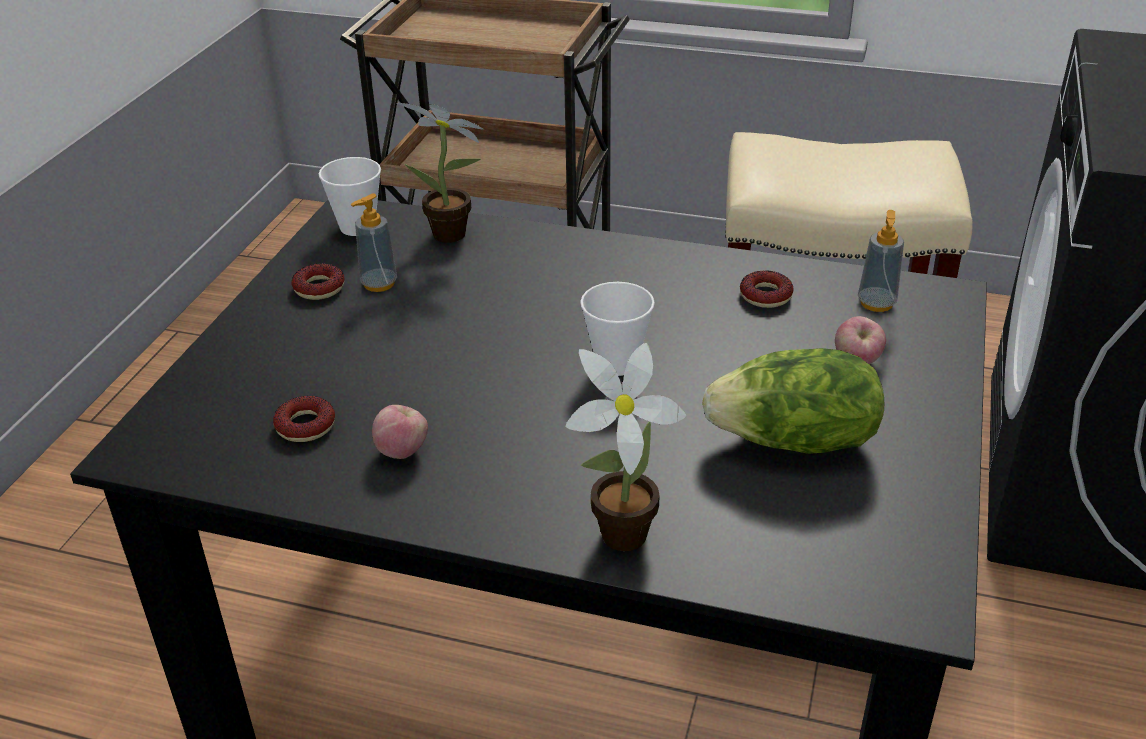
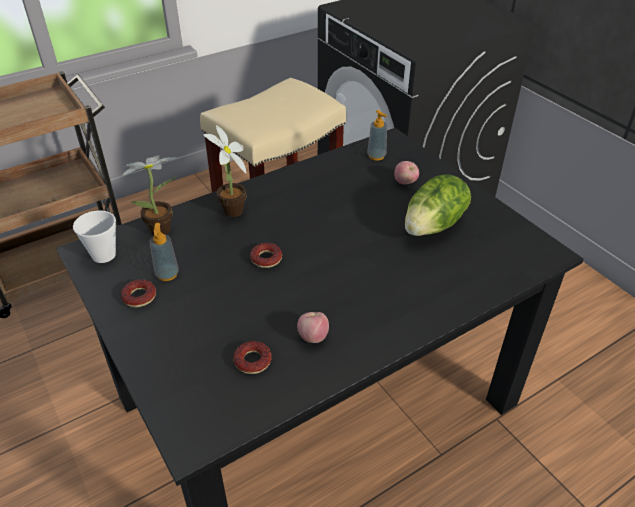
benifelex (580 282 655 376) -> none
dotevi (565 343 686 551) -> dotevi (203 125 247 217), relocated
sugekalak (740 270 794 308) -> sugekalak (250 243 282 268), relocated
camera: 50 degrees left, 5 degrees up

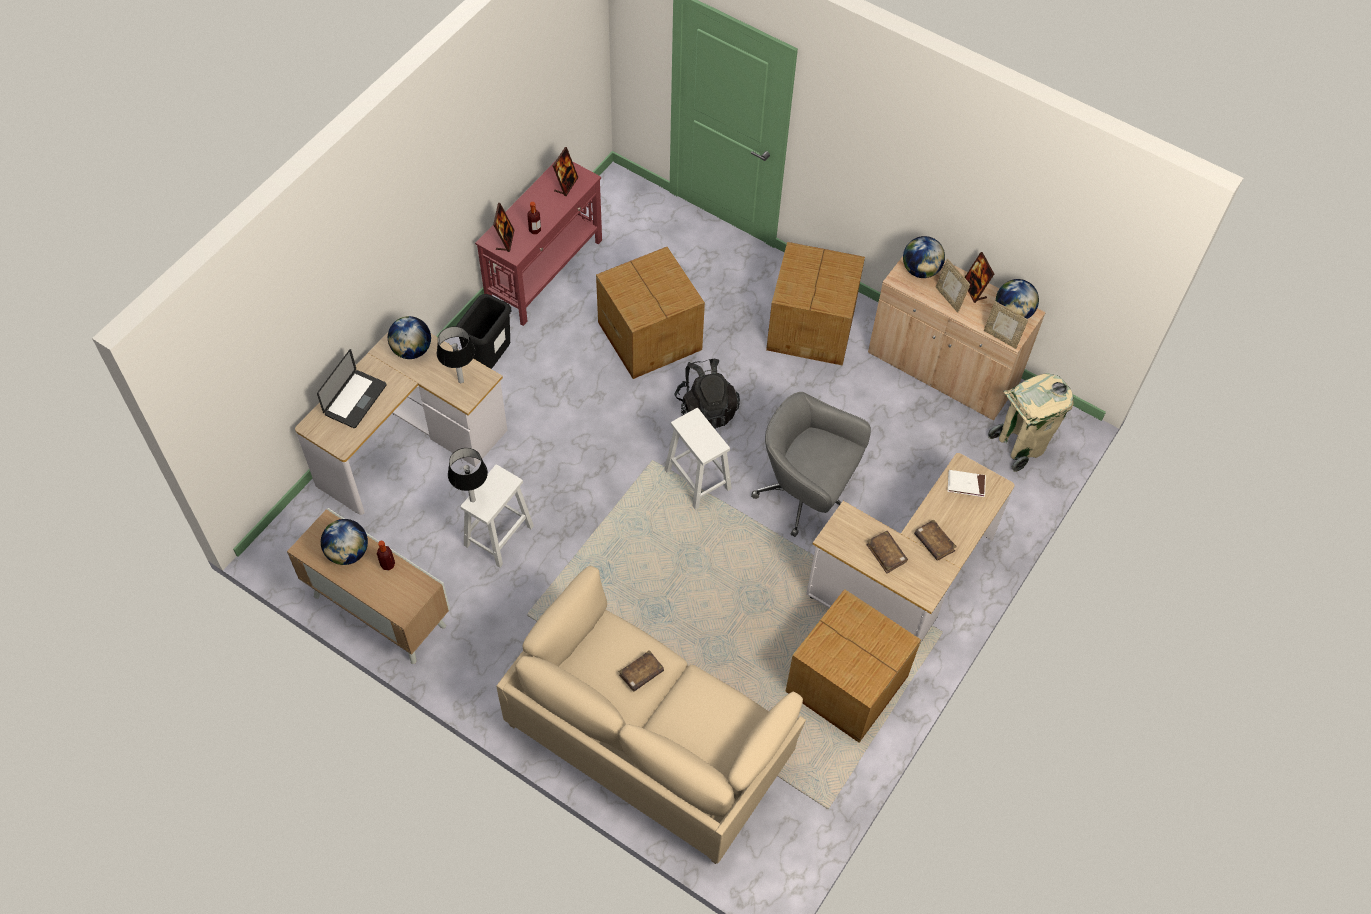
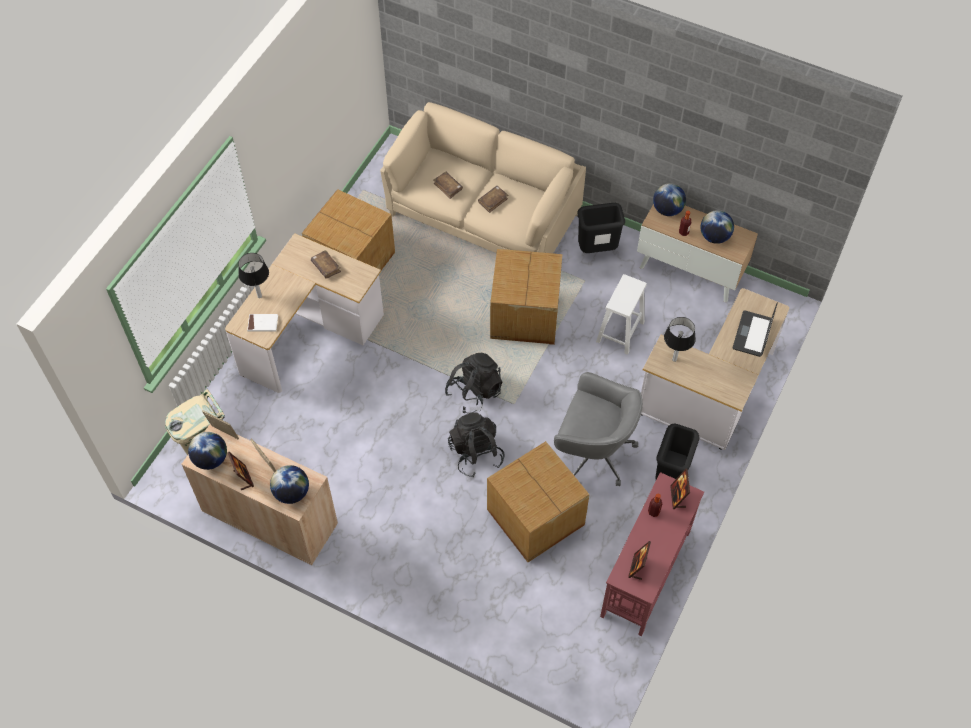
none -> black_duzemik (577 203 625 253)
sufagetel (388 316 431 359) -> sufagetel (653 183 686 216), relocated
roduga (448 448 488 502) -> roduga (238 253 269 298), relocated
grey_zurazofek (751 392 871 537) -> grey_zurazofek (554 372 643 486), relocated
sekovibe (766 242 865 366) -> sekovibe (490 249 562 345), relocated
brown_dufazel (914 520 957 561) -> brown_dufazel (434 171 463 199), relocated
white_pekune (664 408 732 510) -> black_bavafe (445 353 502 414)
camera: 175 degrees right, 0 degrees up

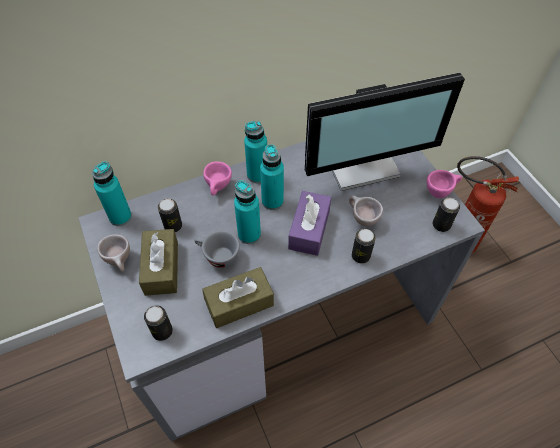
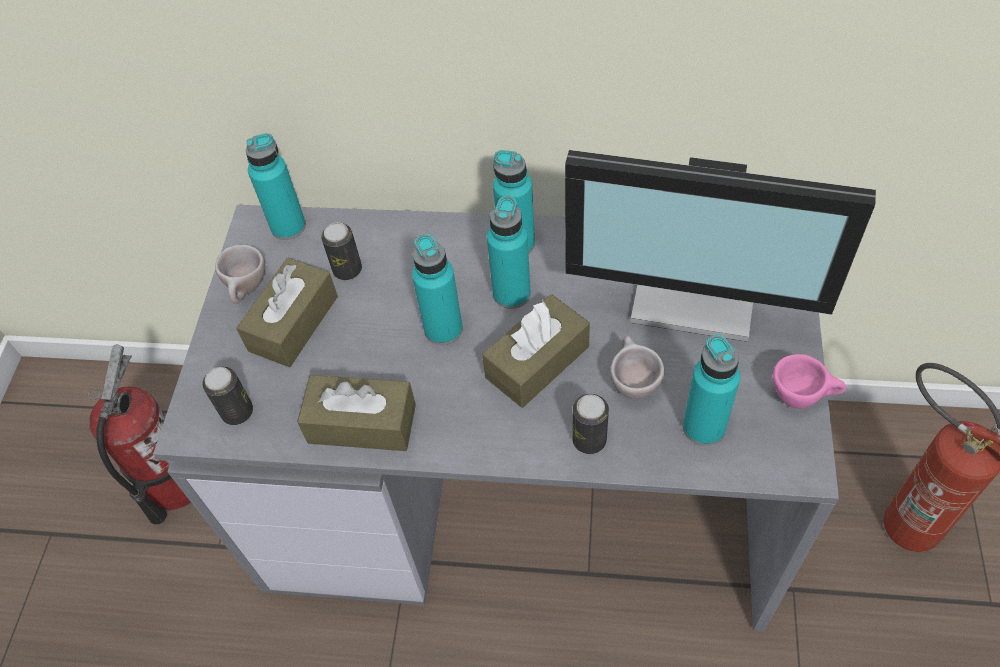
grey_benifelex (194 231 240 268) -> none
pink_benifelex (203 161 232 196) -> none
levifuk (433 198 460 232) -> none
none -> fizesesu (88 344 191 525)
none -> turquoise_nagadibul (683 335 740 446)
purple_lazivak (288 191 331 256) -> brown_lazivak (482 294 590 408)
camera: 35 degrees right, 0 degrees up

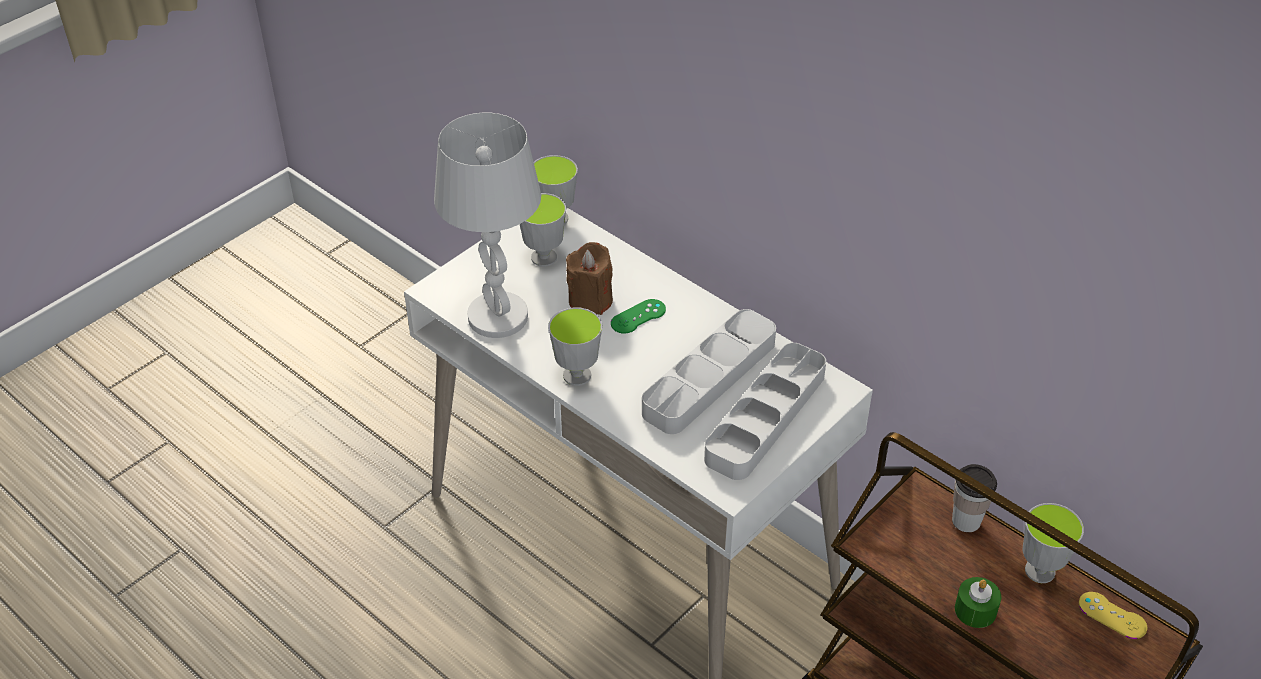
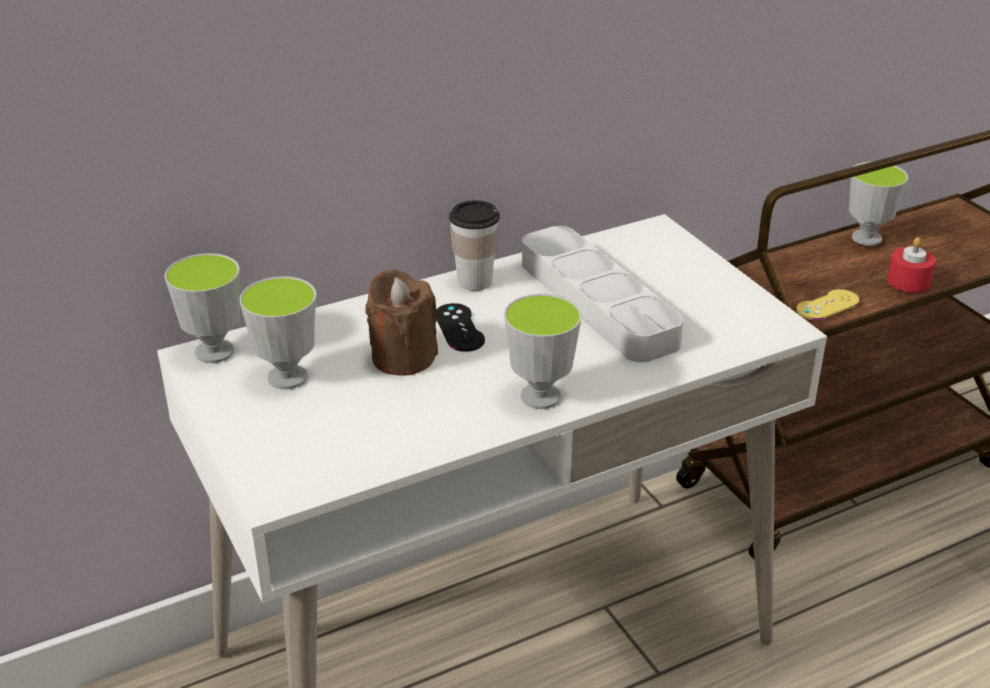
white_roduga (434 112 541 338) -> none
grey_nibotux (704 343 826 480) -> none
benifelex (952 464 997 532) -> benifelex (449 201 500 291), relocated
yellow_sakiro (1079 592 1147 639) -> yellow_sakiro (796 289 859 320), relocated
green_sakiro (611 299 666 334) -> black_sakiro (436 303 485 352)
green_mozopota (955 577 1001 628) -> red_mozopota (887 237 936 293)
camera: 70 degrees left, 10 degrees down

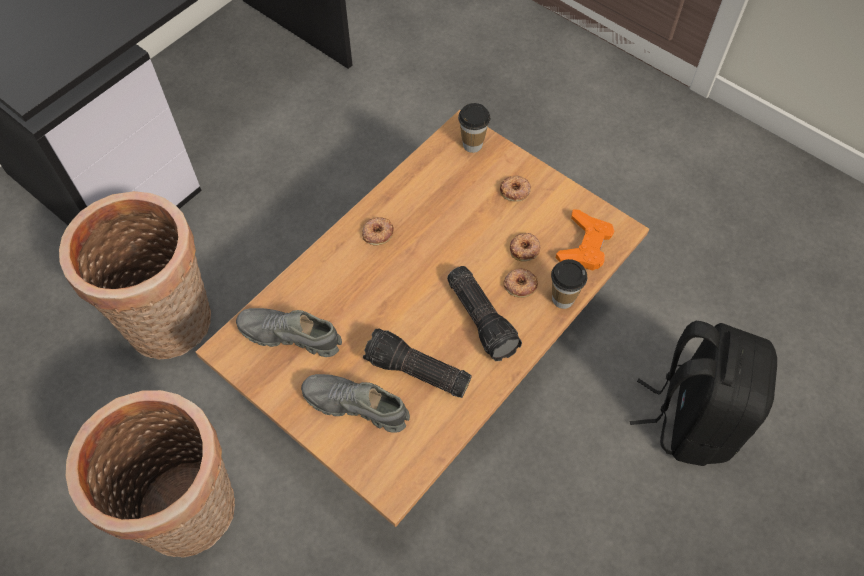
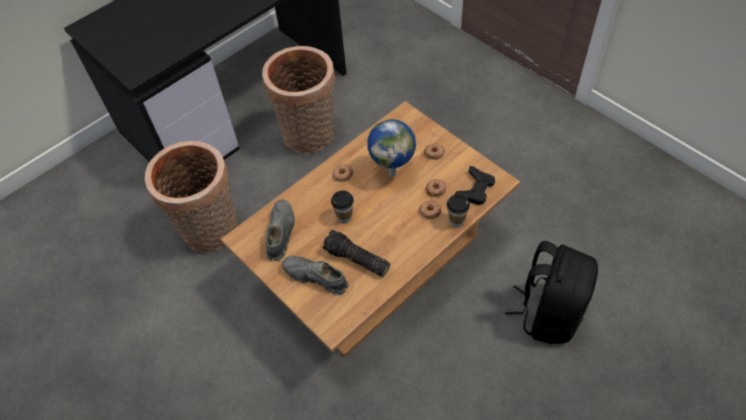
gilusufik (447 266 522 361) -> none
none -> sufagetel (367 119 416 176)
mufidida (66 390 235 558) -> mufidida (262 46 335 153), relocated
benifelex (458 103 490 153) -> benifelex (331 190 354 224), relocated
orange_sakiro (556 209 614 271) -> black_sakiro (455 166 495 205)
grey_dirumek (236 308 342 357) -> grey_dirumek (266 200 295 261), 75 degrees clockwise
camera: 10 degrees right, 5 degrees down

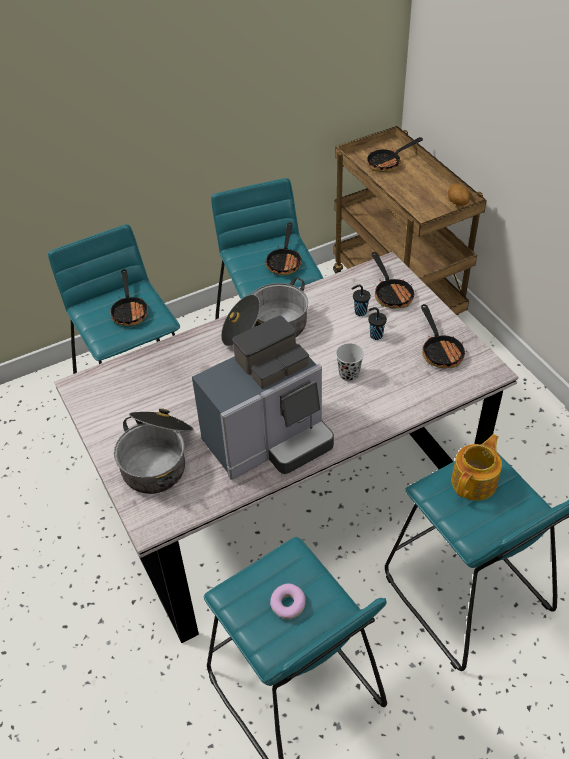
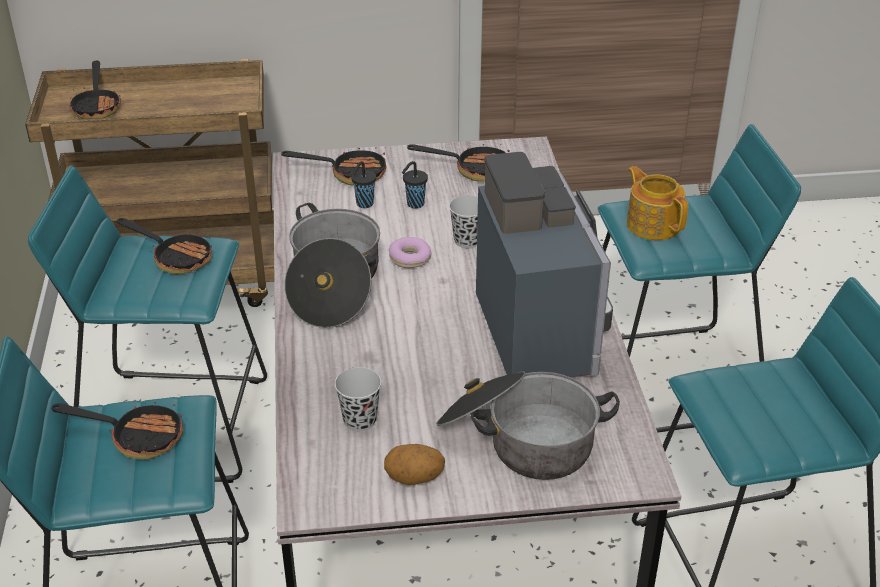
none -> black_benifelex (335 367 381 431)
sugekalak (270 583 305 619) -> sugekalak (389 237 431 268), relocated
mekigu (448 183 470 206) -> mekigu (384 444 445 485), relocated
camera: 70 degrees left, 10 degrees down

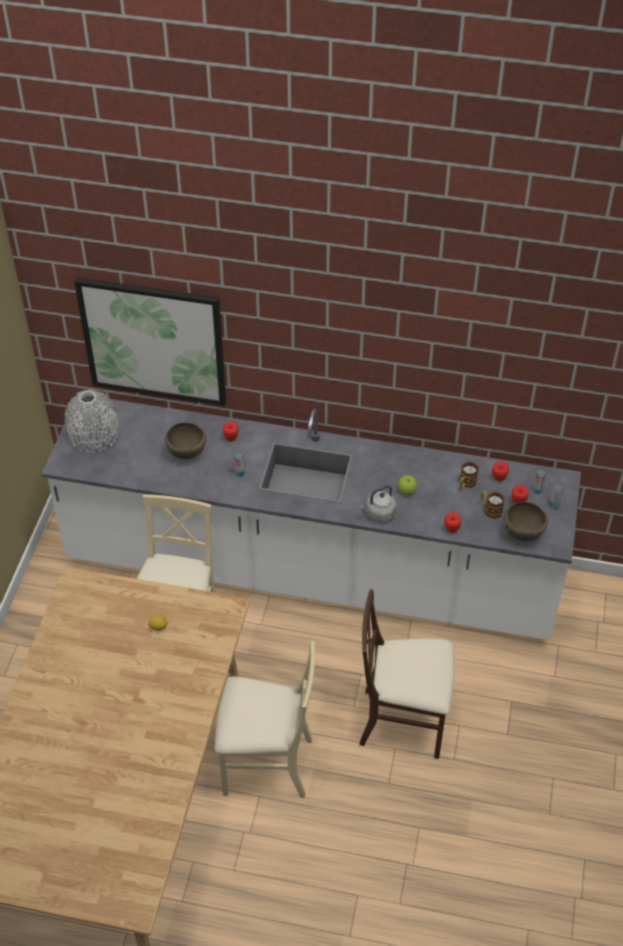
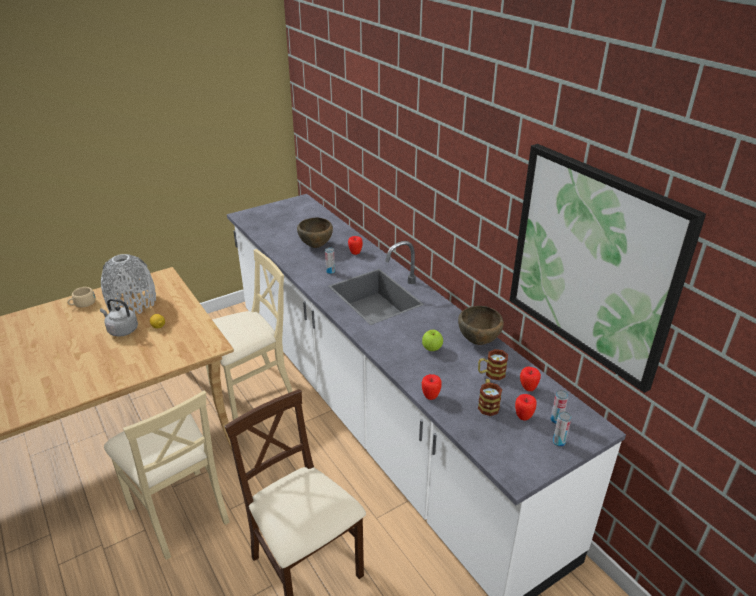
none -> beige_benifelex (67 287 96 307)
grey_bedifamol (65 389 119 452) -> grey_bedifamol (101 254 156 314), relocated
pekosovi (74 277 226 406) -> pekosovi (510 144 706 393), relocated
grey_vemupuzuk (358 485 397 522) -> grey_vemupuzuk (100 299 138 337), relocated
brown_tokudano (504 502 548 541) -> brown_tokudano (458 306 504 345), relocated
camera: 45 degrees right, 15 degrees down

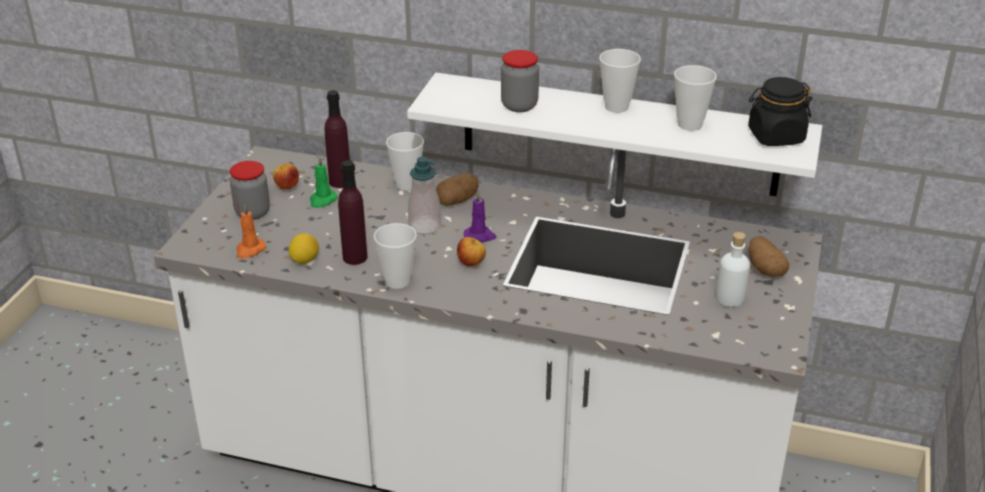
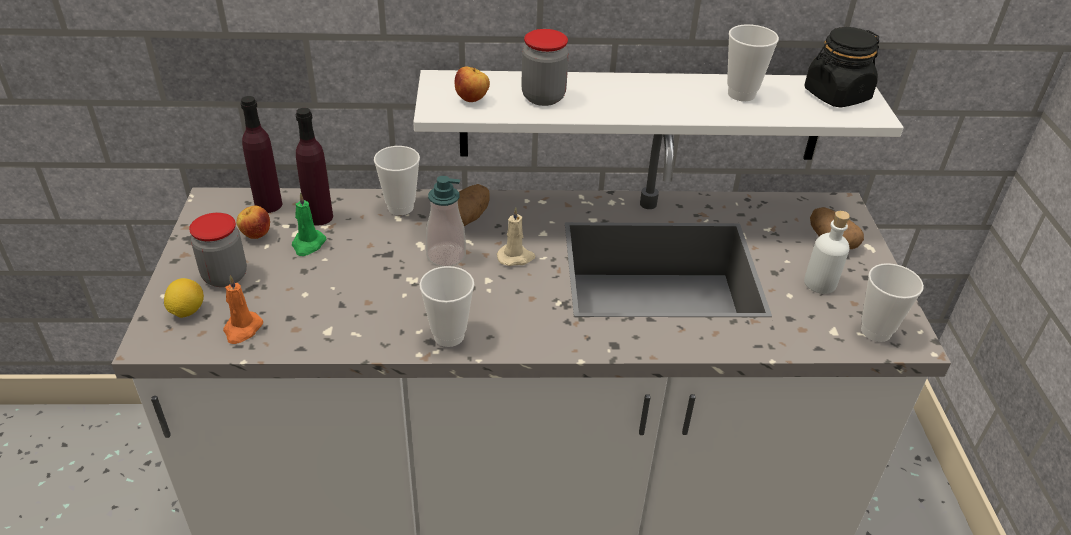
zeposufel (288 233 319 264) -> zeposufel (164 278 204 318), relocated
purple_nagadibul (338 160 367 265) -> purple_nagadibul (241 96 282 213), relocated
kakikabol (457 237 486 266) -> kakikabol (455 67 490 102), relocated
benifelex (599 49 641 113) -> benifelex (861 263 924 342), relocated
purple_mozopota (464 191 496 242) -> beige_mozopota (497 207 535 266)
camera: 20 degrees left, 5 degrees up

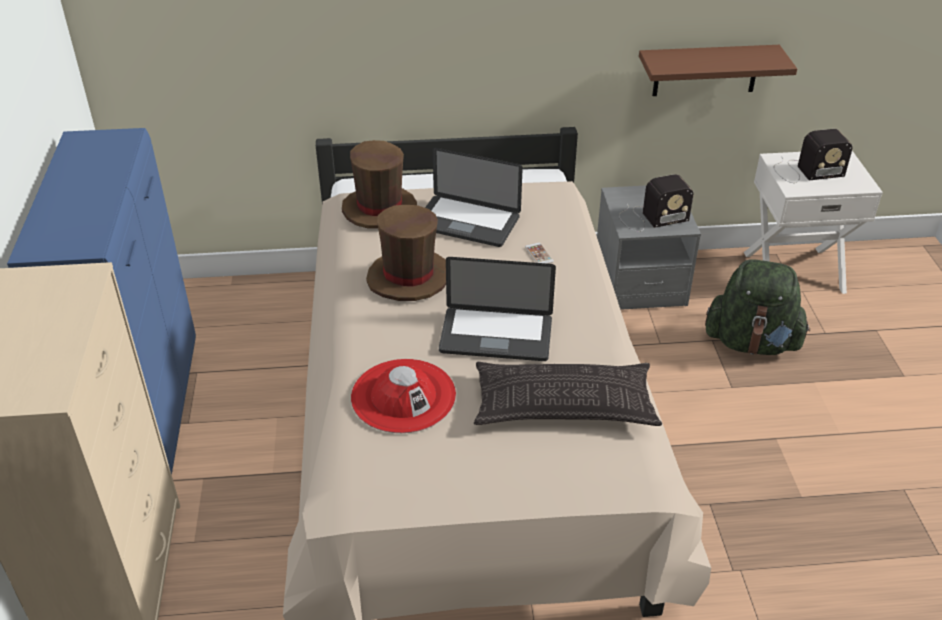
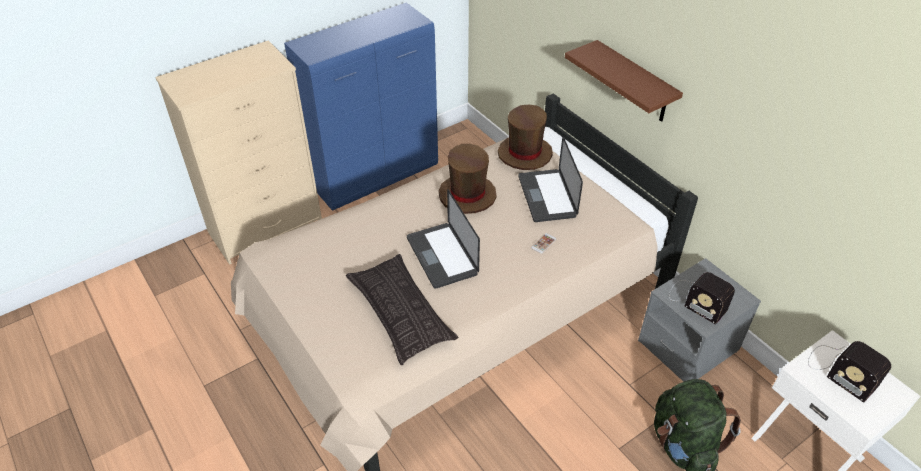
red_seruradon (351 359 456 433) -> none
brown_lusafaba (639 45 797 96) -> brown_lusafaba (565 40 683 122), relocated
camera: 60 degrees right, 5 degrees up

